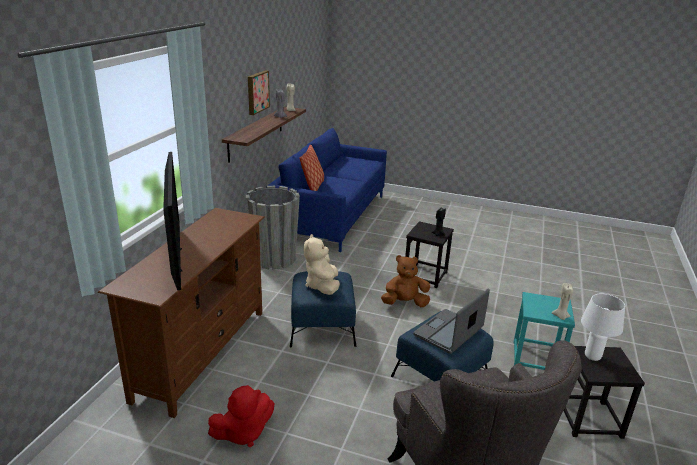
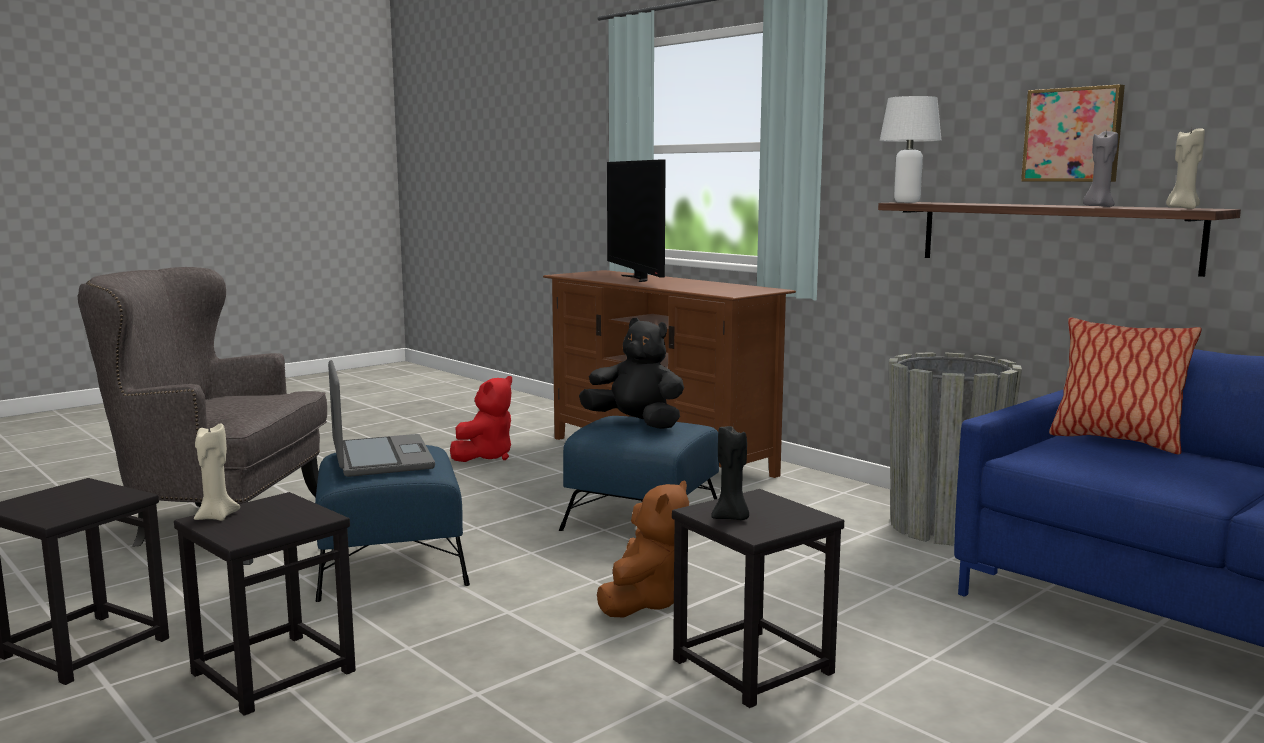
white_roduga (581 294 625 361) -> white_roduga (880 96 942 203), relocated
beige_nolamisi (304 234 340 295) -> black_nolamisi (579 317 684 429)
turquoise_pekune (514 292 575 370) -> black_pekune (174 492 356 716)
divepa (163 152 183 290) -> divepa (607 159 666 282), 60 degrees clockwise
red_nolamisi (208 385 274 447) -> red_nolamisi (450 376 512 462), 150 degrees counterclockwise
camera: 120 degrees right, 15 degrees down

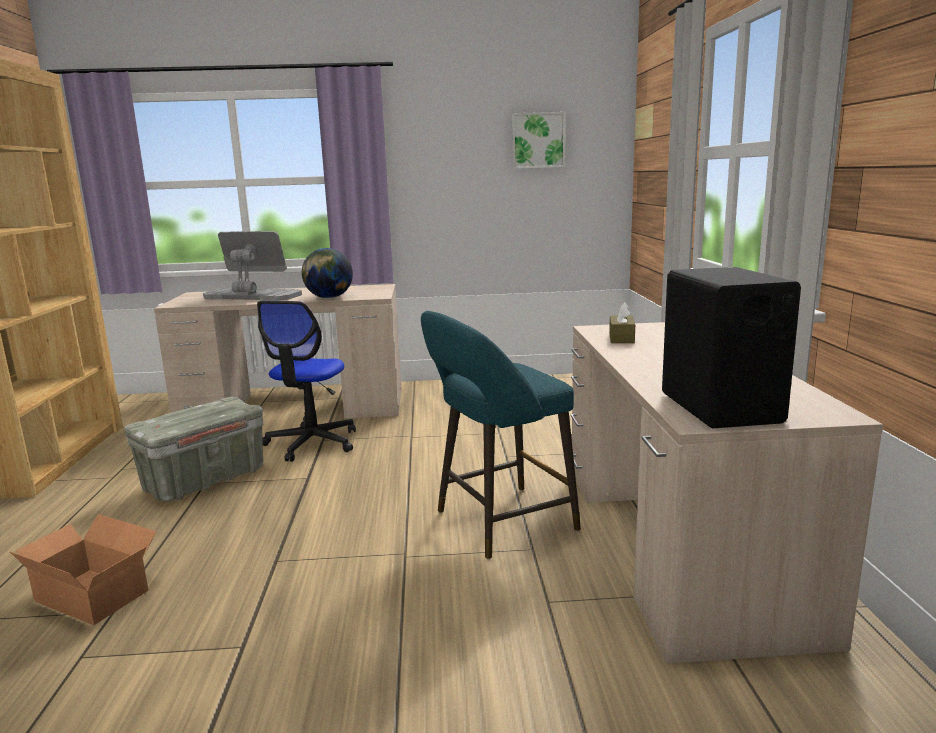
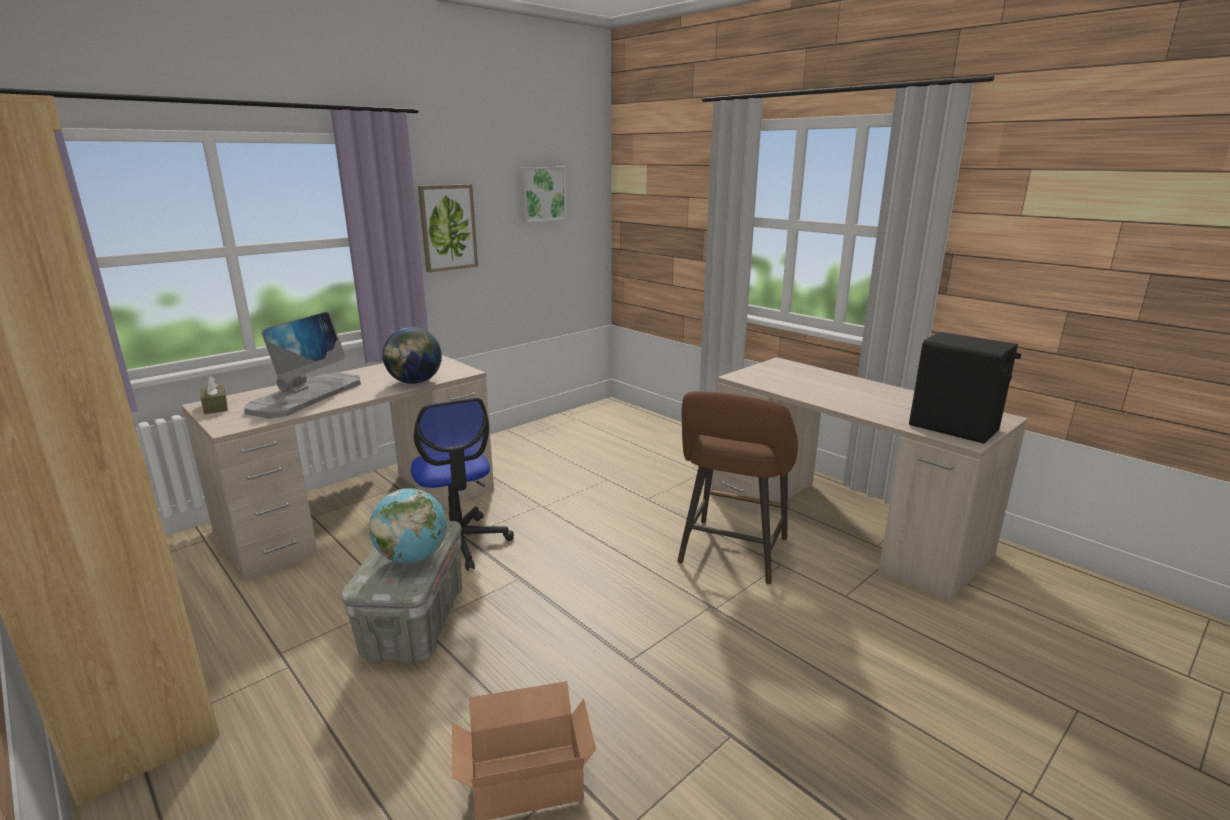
none -> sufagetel (369 488 447 564)
none -> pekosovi (418 184 478 272)
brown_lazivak (609 302 635 343) -> brown_lazivak (201 376 228 414), relocated
turquoise_pekune (421 311 581 559) -> brown_pekune (678 391 798 585)
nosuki (203 231 302 301) -> nosuki (244 312 361 419), 135 degrees clockwise
camera: 40 degrees left, 5 degrees up

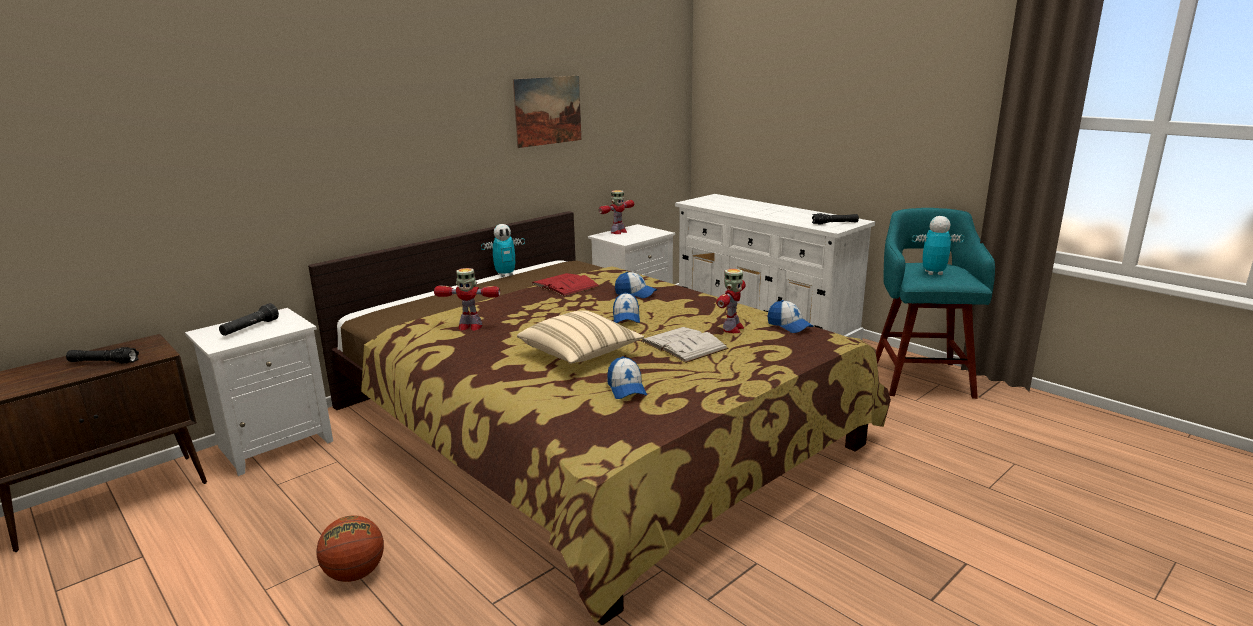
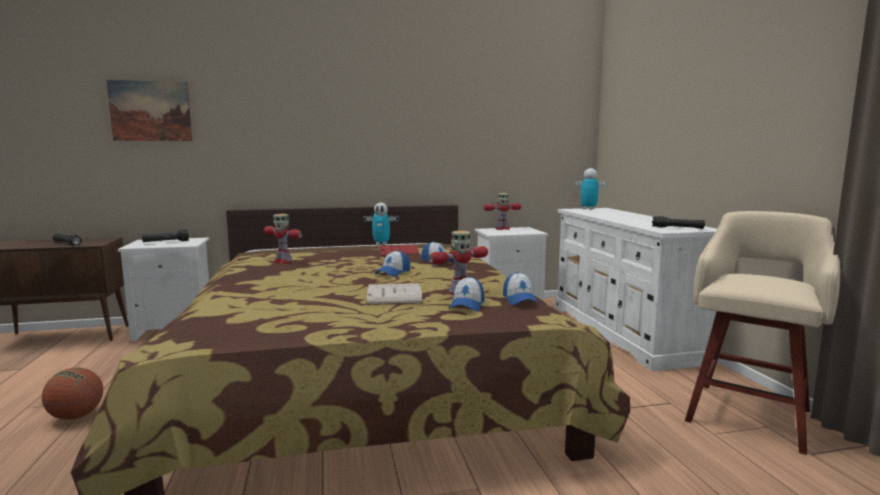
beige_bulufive (517 310 644 364) -> none
pekosovi (513 76 581 148) -> pekosovi (106 80 193 141), relocated
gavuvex (607 357 647 399) -> gavuvex (449 276 484 311), relocated
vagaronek (912 216 964 275) -> vagaronek (573 168 608 210), relocated
turquoise_pekune (876 208 995 399) -> beige_pekune (685 211 841 455)
camera: 30 degrees right, 10 degrees down

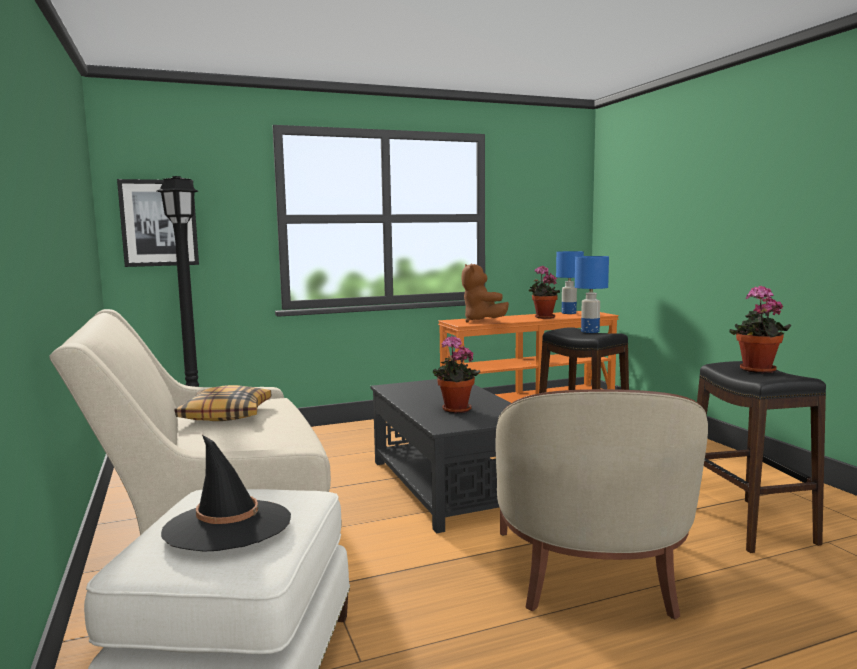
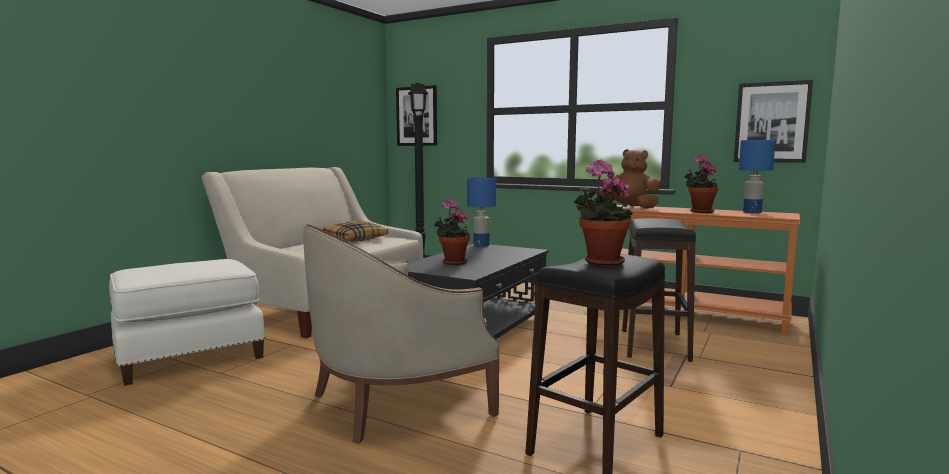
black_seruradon (161 435 291 552) -> none
none -> pekosovi (734 80 813 163)
blue_roduga (575 256 609 333) -> blue_roduga (467 178 496 247), relocated
brown_nolamisi (462 264 509 322) -> brown_nolamisi (596 149 661 209), 90 degrees clockwise
camera: 50 degrees right, 0 degrees up

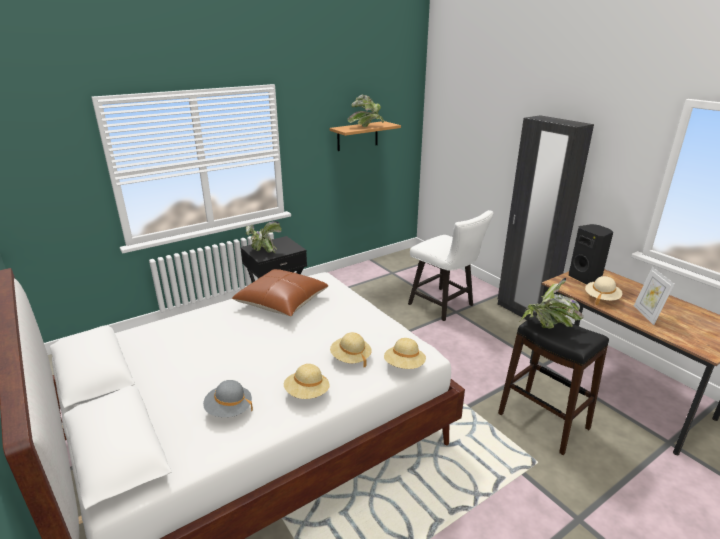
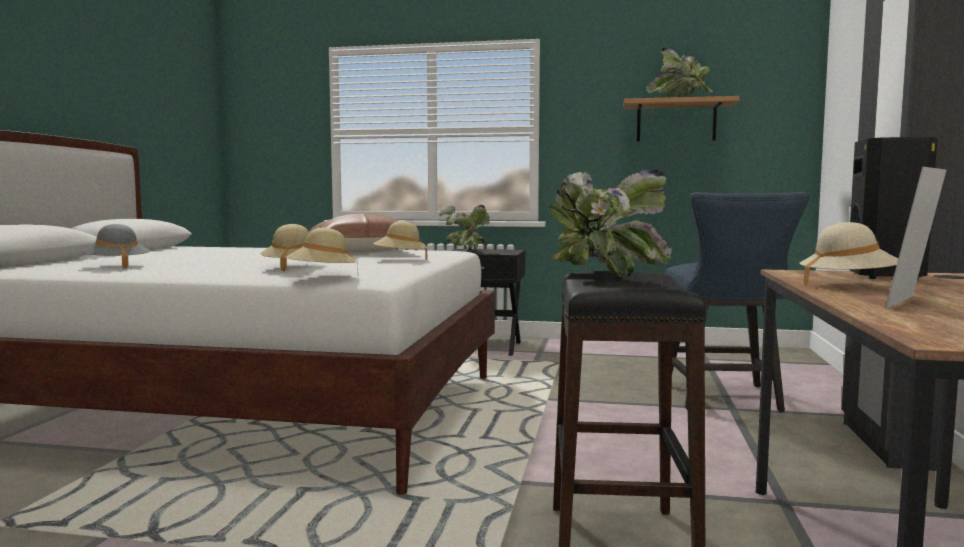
beige_seruradon (284 364 330 399) -> beige_seruradon (373 221 428 260), relocated
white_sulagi (408 210 494 321) -> blue_sulagi (665 192 810 412)
camera: 45 degrees right, 20 degrees down

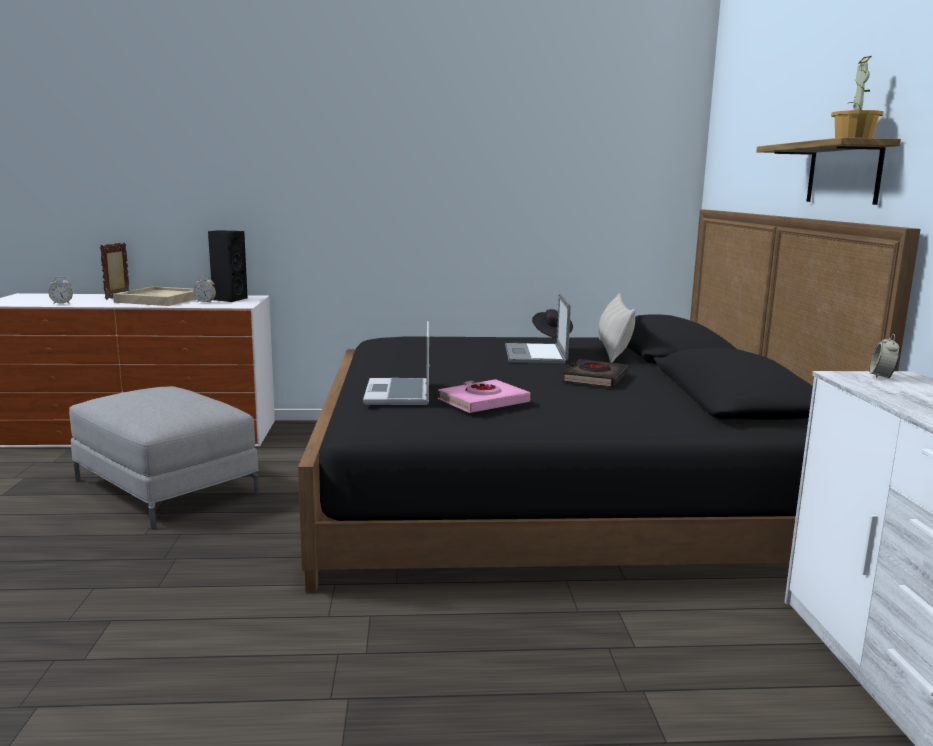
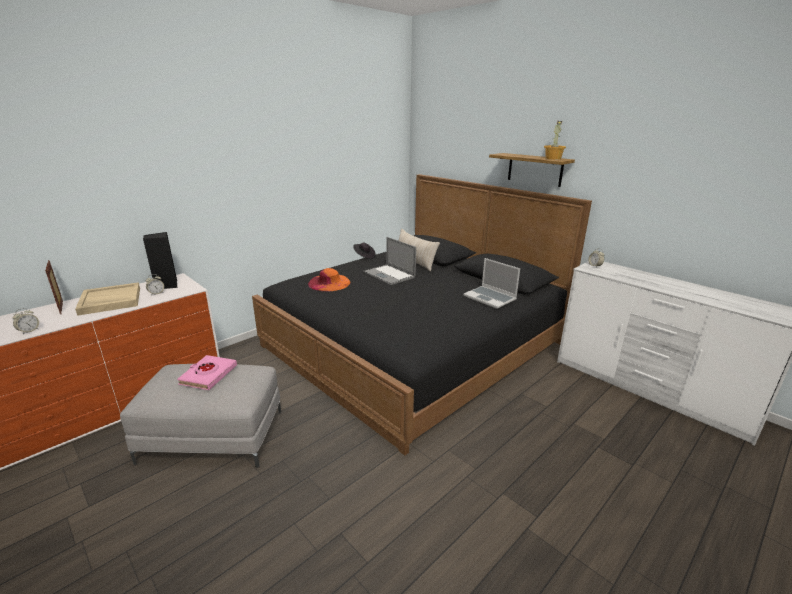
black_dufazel (562 359 628 388) -> none
none -> orange_seruradon (308 268 350 291)
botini (363 321 430 405) -> botini (463 258 520 309), relocated
pink_dufazel (438 379 530 413) -> pink_dufazel (177 355 237 390), relocated
camera: 40 degrees left, 10 degrees up

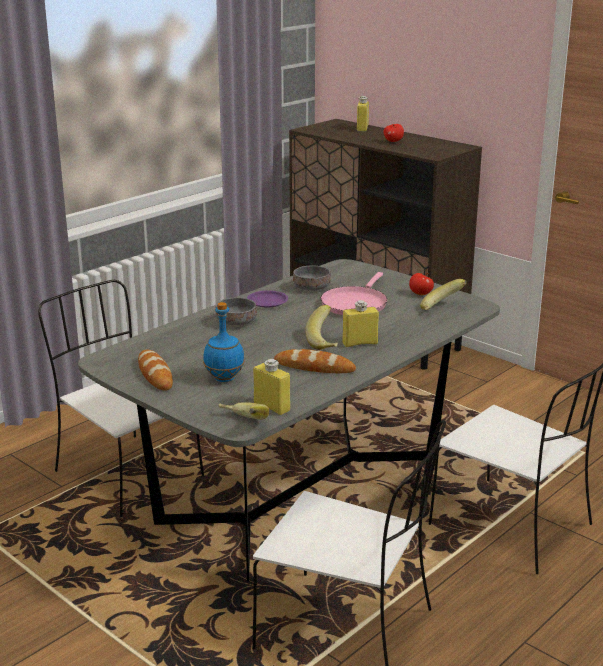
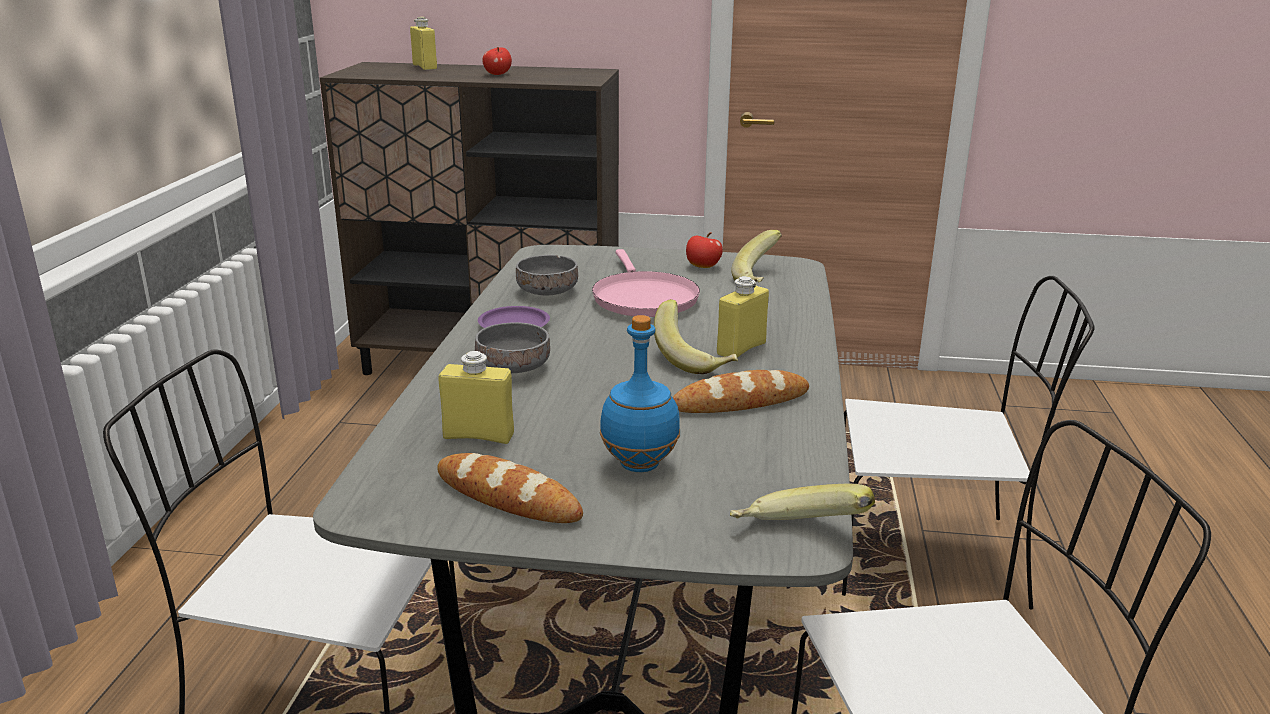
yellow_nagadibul (253 359 290 415) -> yellow_nagadibul (439 351 514 444), relocated
camera: 35 degrees left, 0 degrees up

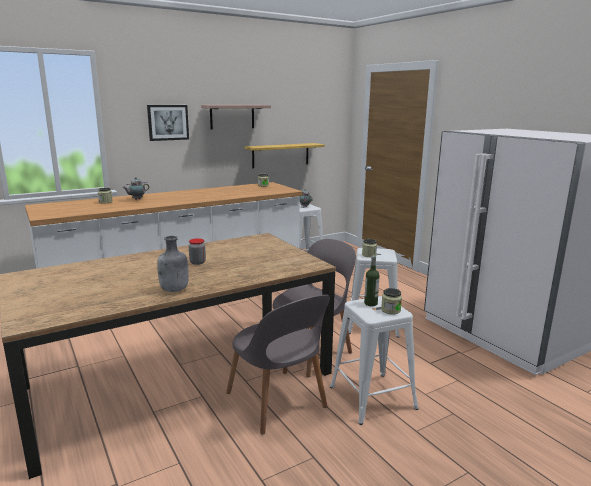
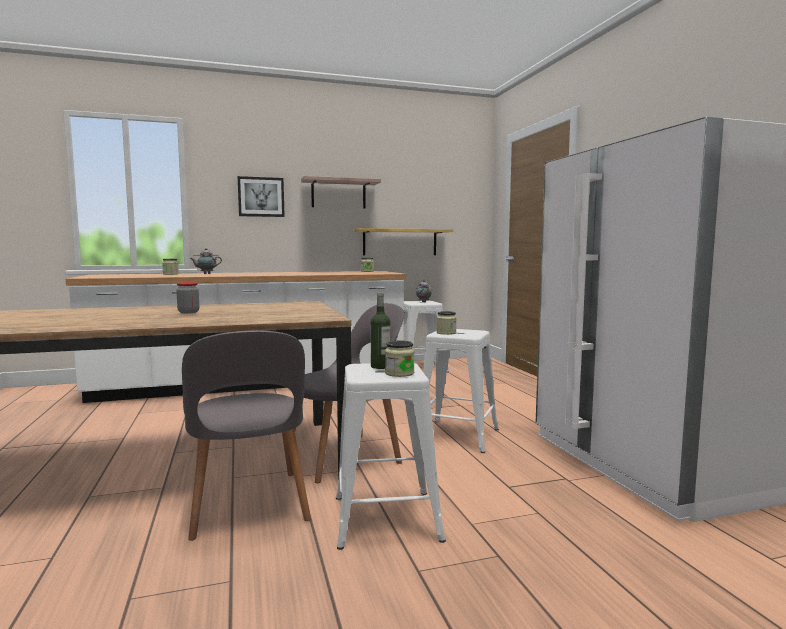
grey_nagadibul (157 236 189 292) -> none
camera: 15 degrees right, 10 degrees down

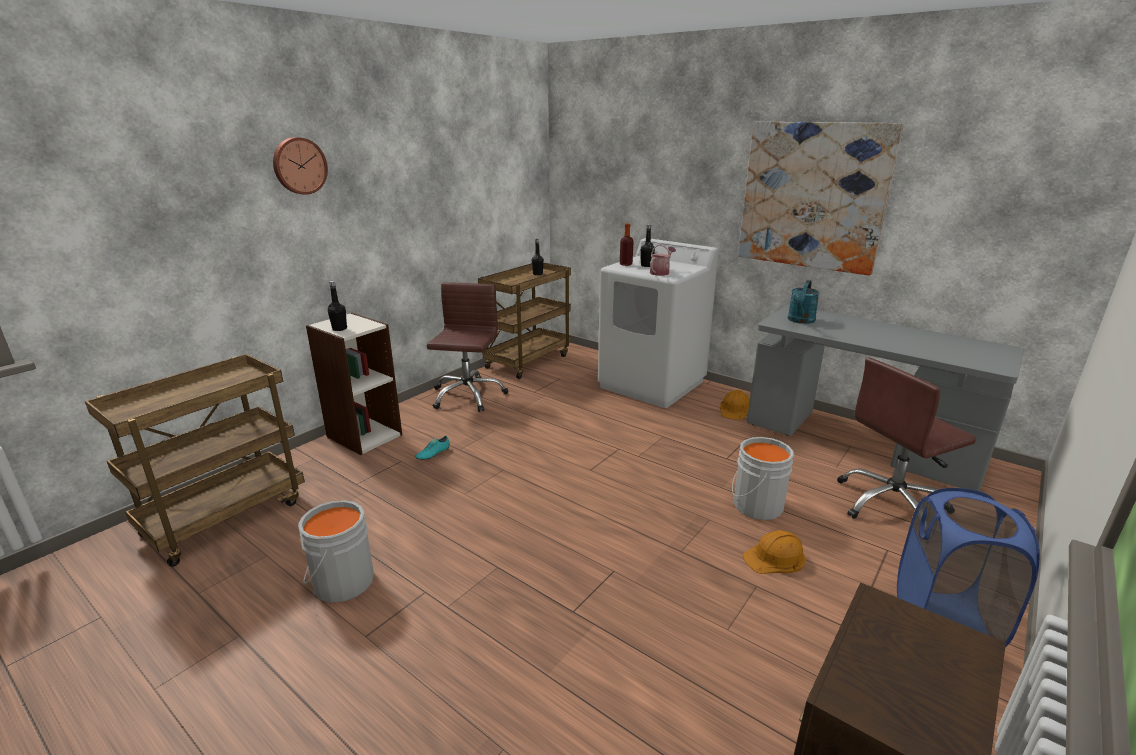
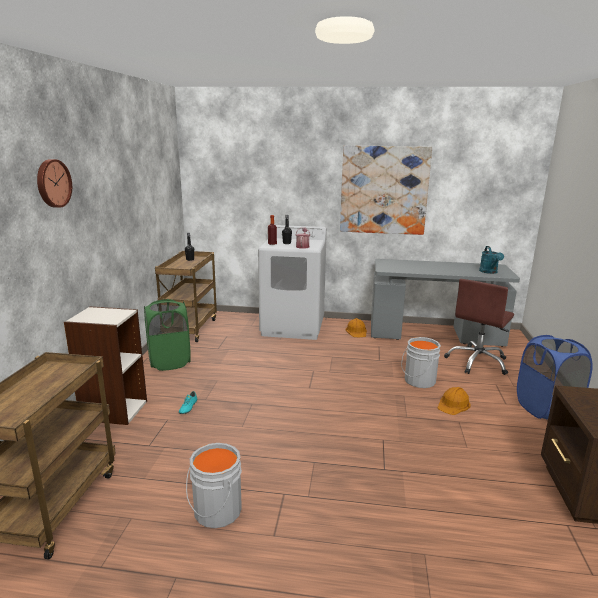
black_nagadibul (328 281 347 331) -> none
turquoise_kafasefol (788 280 819 324) -> turquoise_kafasefol (479 246 504 274), relocated
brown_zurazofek (427 282 509 412) -> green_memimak (144 299 191 371)
camera: 30 degrees left, 5 degrees down

